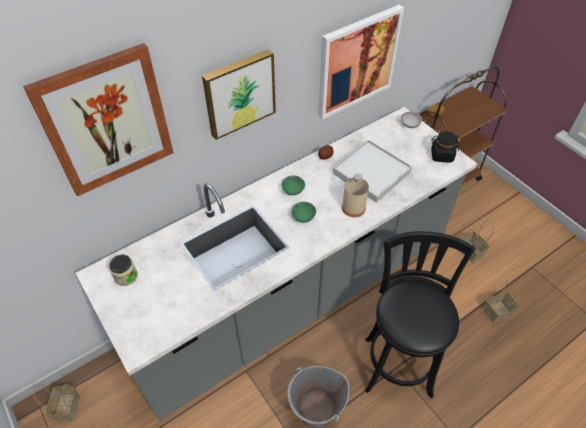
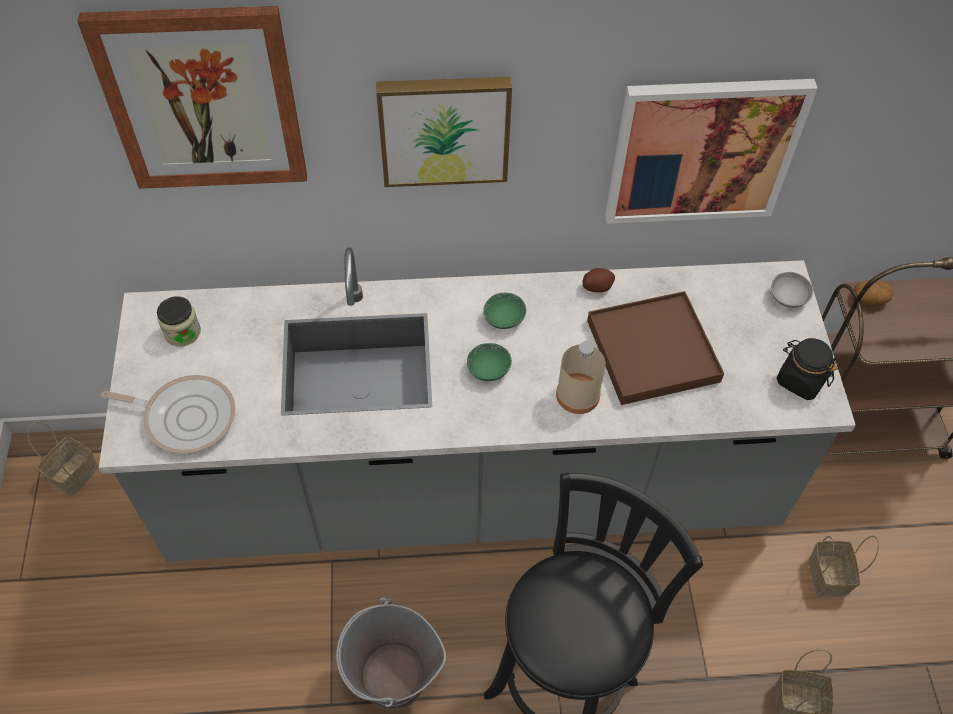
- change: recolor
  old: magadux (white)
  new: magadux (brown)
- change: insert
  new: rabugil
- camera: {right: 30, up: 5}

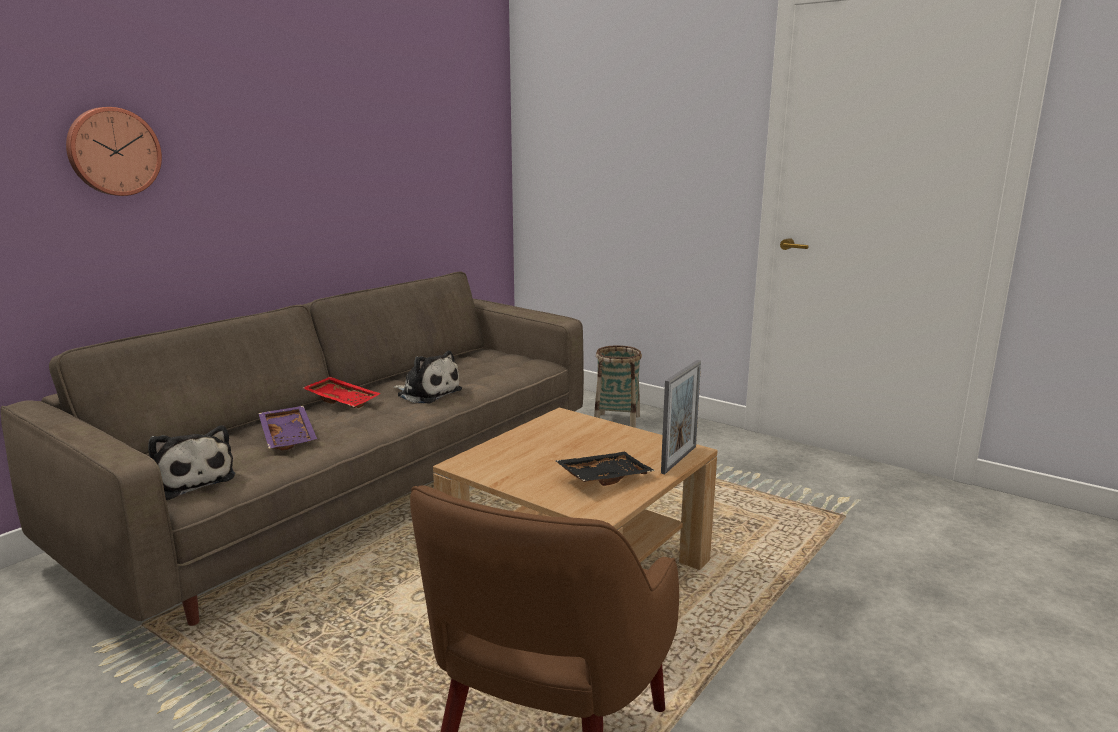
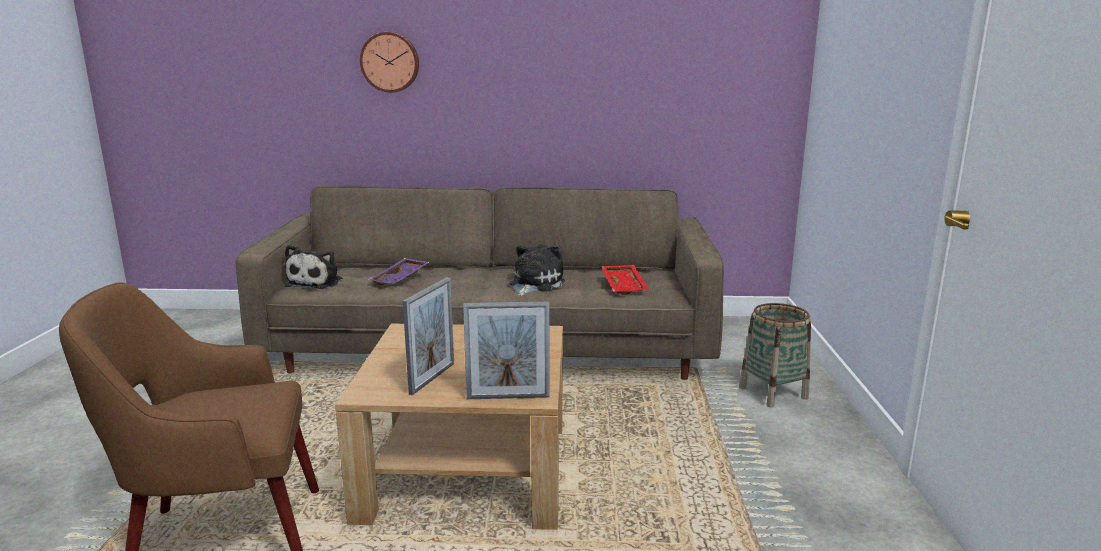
- change: rotate
  old: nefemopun (2nd from left)
  degrees: -150
- change: move
  old: magadux (red)
- change: replace
  old: magadux (black)
  new: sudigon (1st from left)
- camera: {right: 55, up: 0}

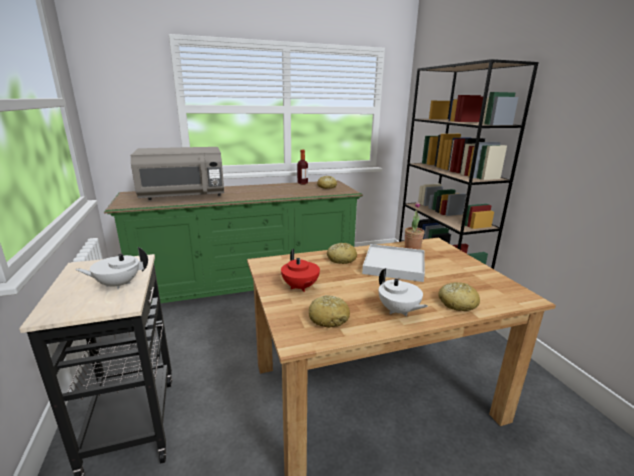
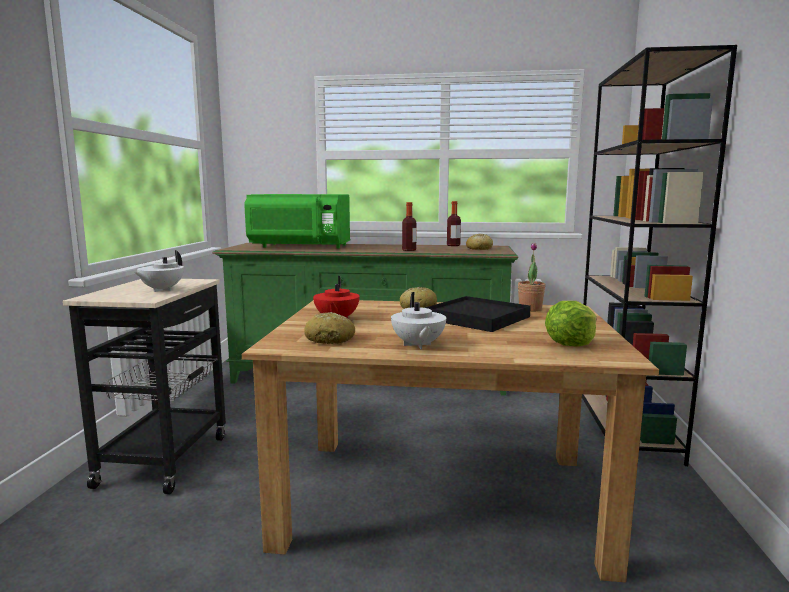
- change: recolor
  old: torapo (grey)
  new: torapo (green)
- change: recolor
  old: magadux (white)
  new: magadux (black)
- change: rotate
  old: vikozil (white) (1st from left)
  degrees: -75
- change: delete
  old: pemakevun (4th from left)
- change: insert
  new: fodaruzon (1st from left)
- change: insert
  new: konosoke
- camera: {right: 25, up: -10}

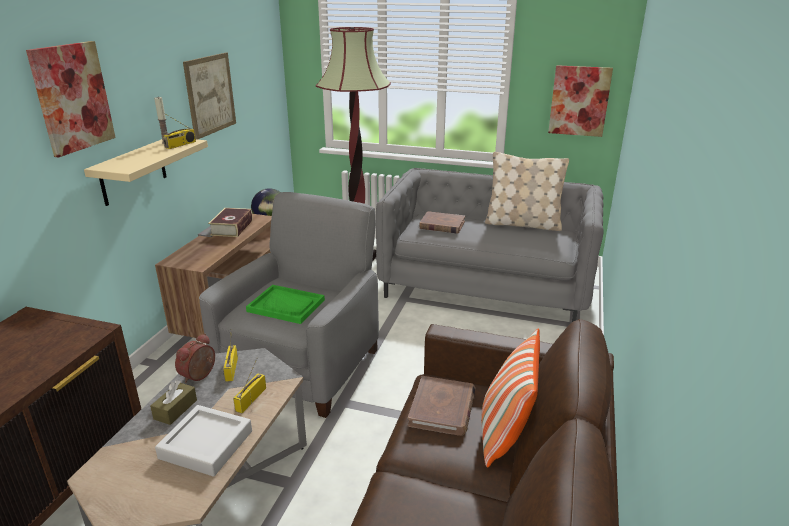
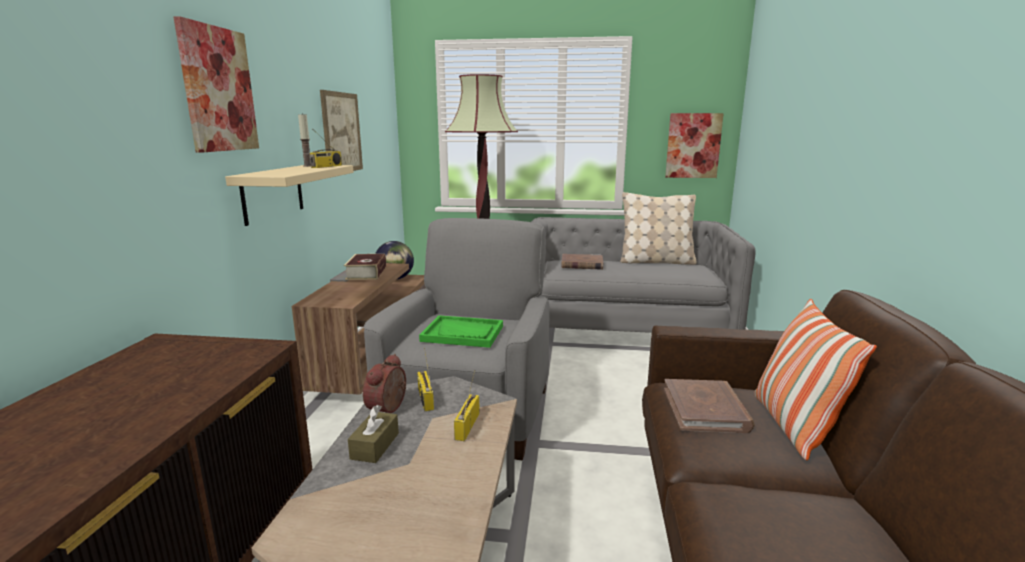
- change: delete
  old: magadux (grey)
- camera: {right: -10, up: -10}

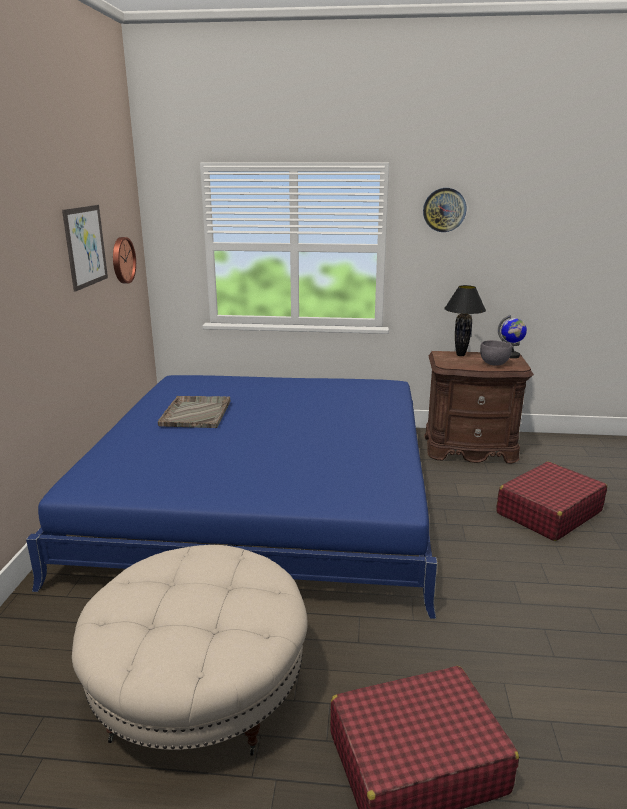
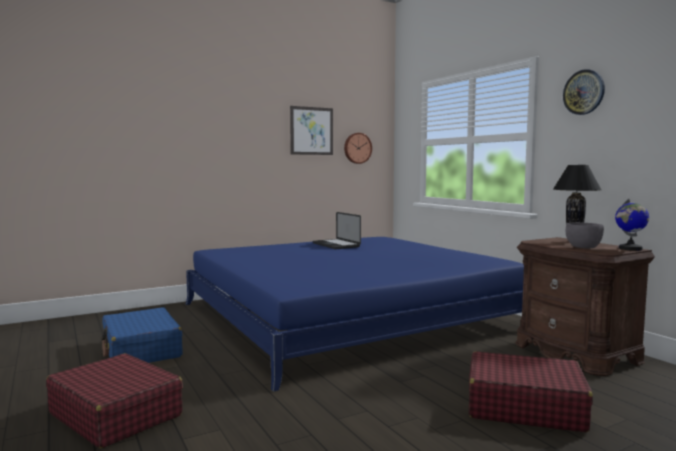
- change: replace
  old: magadux (grey)
  new: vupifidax
- change: replace
  old: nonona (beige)
  new: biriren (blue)
- camera: {right: 55, up: -15}

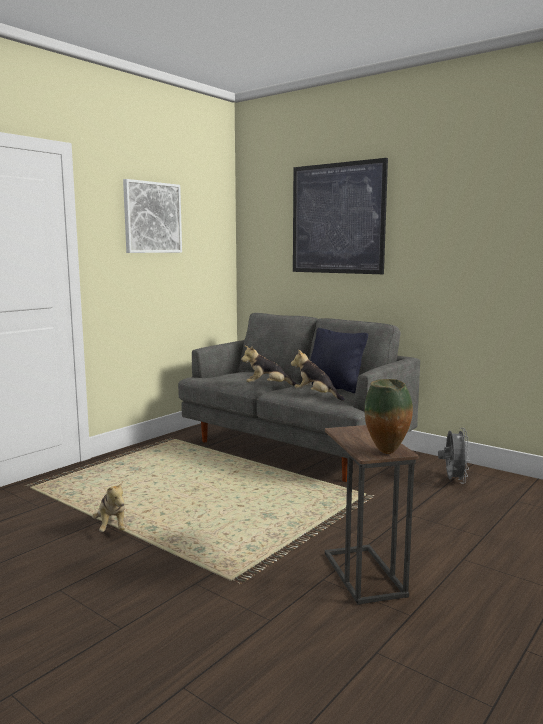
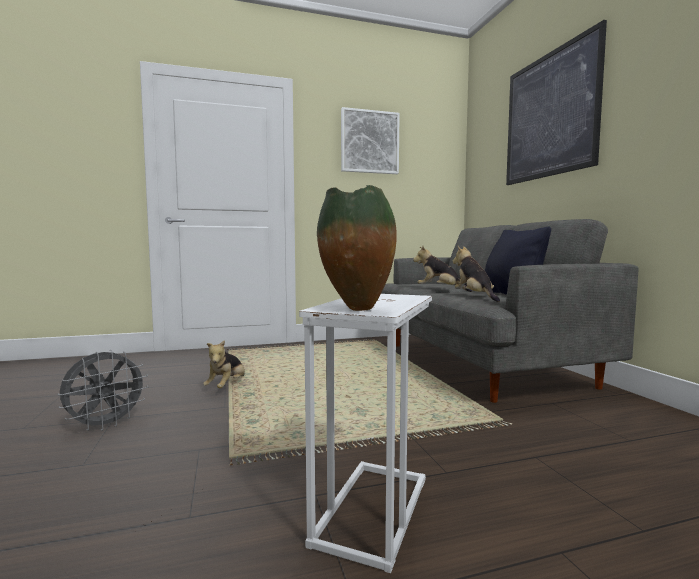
- change: recolor
  old: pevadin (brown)
  new: pevadin (white)
- change: move
  old: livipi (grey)
- camera: {right: 35, up: -5}

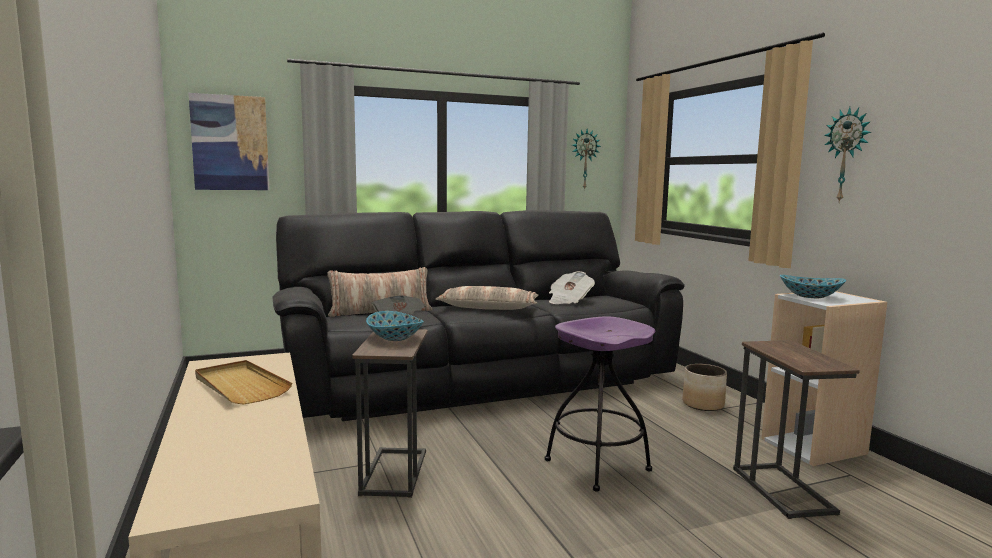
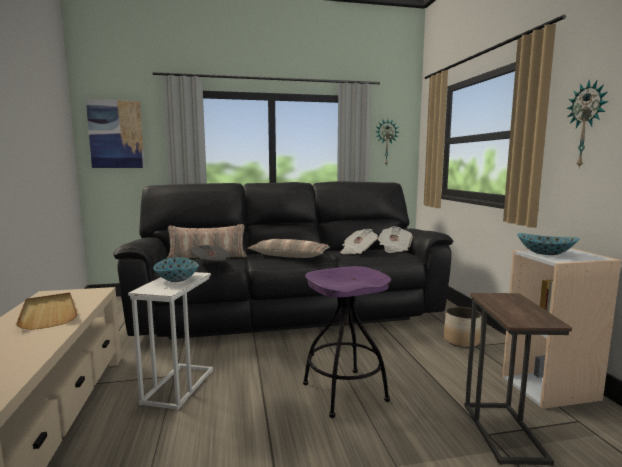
- change: recolor
  old: pevadin (brown) (1st from left)
  new: pevadin (white)
- change: insert
  new: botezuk (3rd from left)
- camera: {right: 10, up: 0}

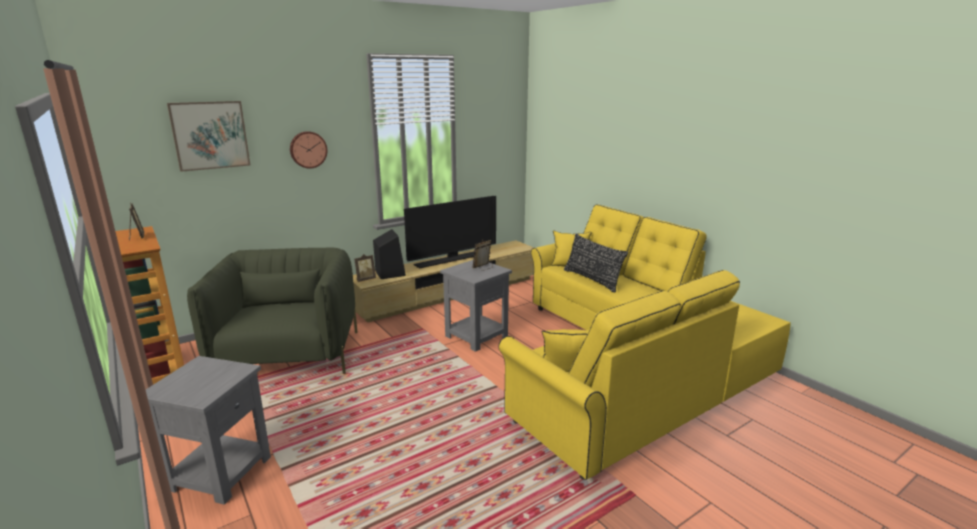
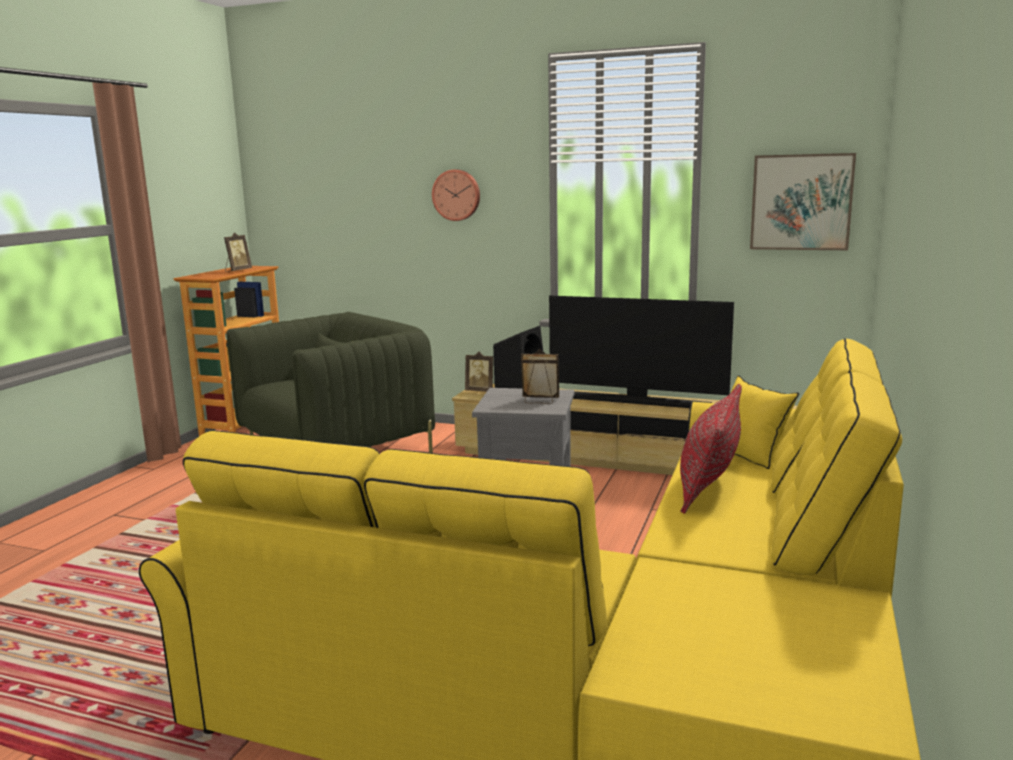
- change: move
  old: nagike
- change: recolor
  old: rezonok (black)
  new: rezonok (red)
- change: delete
  old: pevadin (grey) (1st from left)
- camera: {right: 55, up: -5}

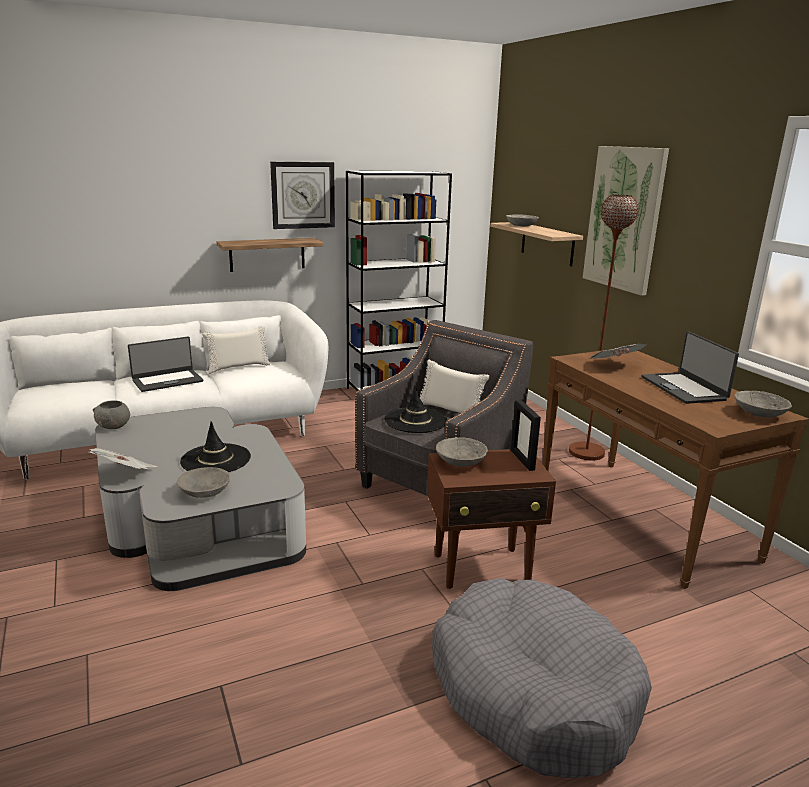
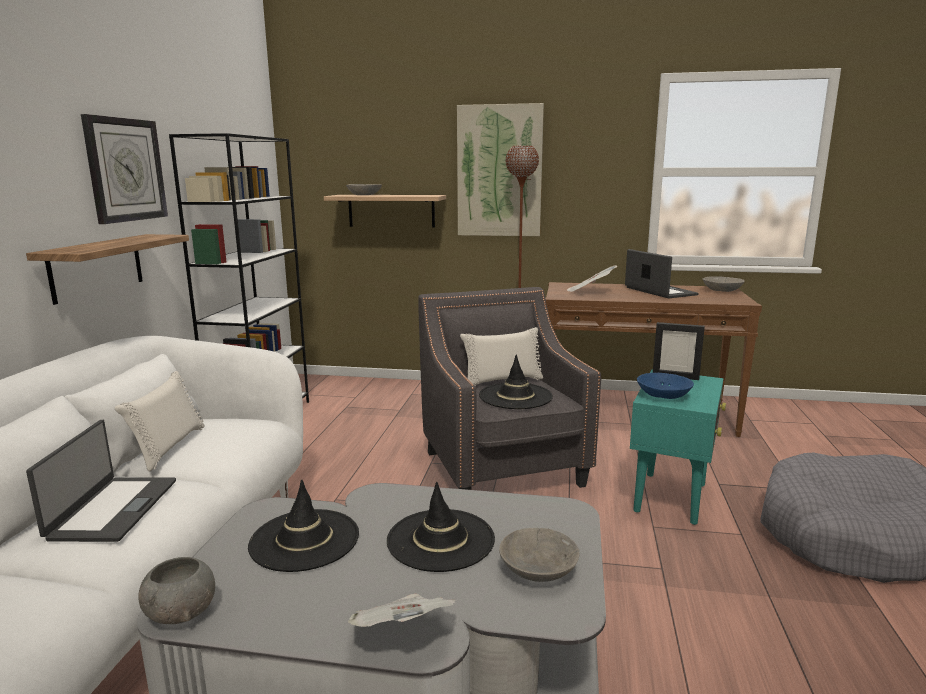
- change: rotate
  old: vupifidax (2nd from left)
  degrees: -135
- change: recolor
  old: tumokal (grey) (3rd from left)
  new: tumokal (blue)
- change: recolor
  old: pevadin (brown)
  new: pevadin (turquoise)
- change: insert
  new: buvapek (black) (1st from left)
- camera: {right: -55, up: -5}

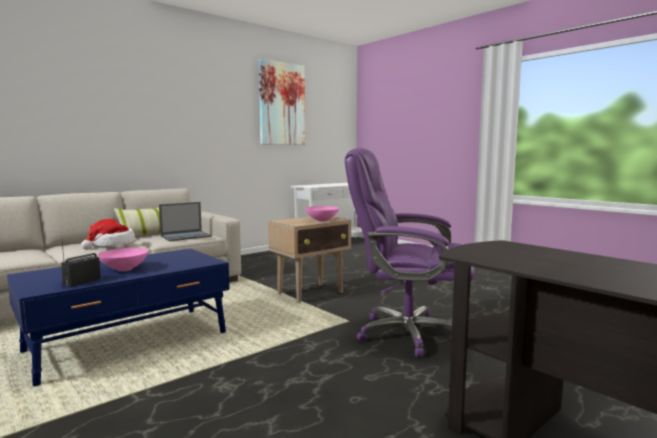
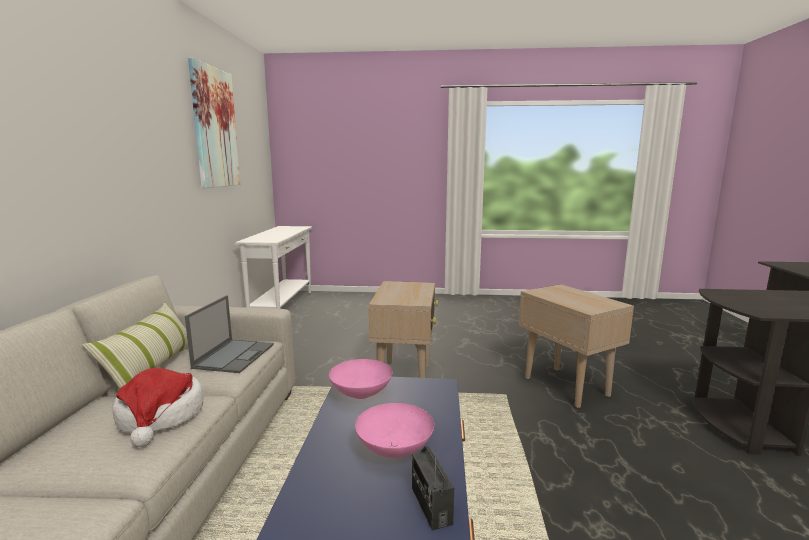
- change: replace
  old: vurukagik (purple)
  new: pevadin (beige) (2nd from left)
- change: move
  old: tumokal (pink) (2nd from left in the first image)
  new: tumokal (pink) (1st from left)
- camera: {right: -45, up: 5}

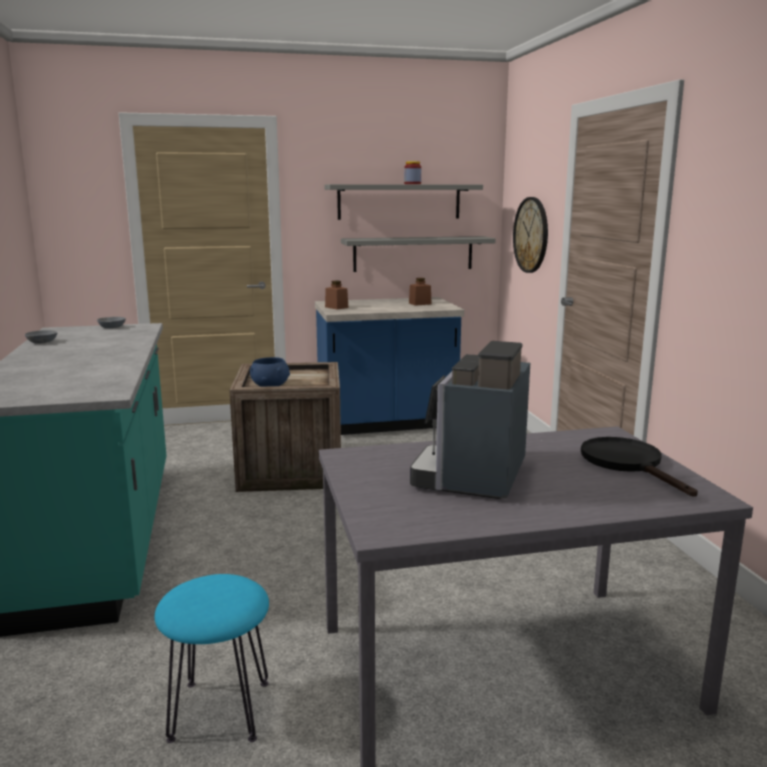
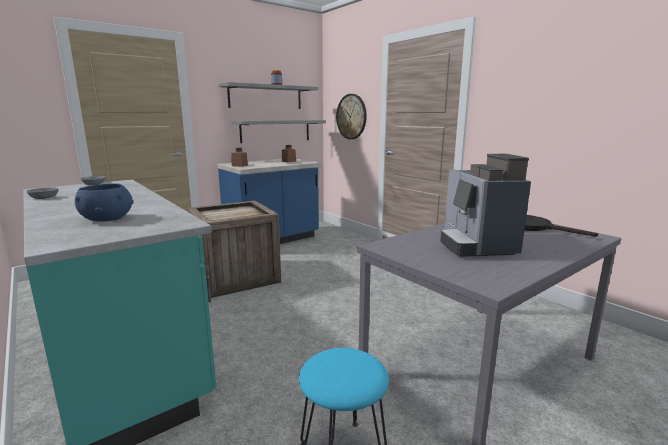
- change: move
  old: tumokal (blue)
- camera: {right: -25, up: 0}

